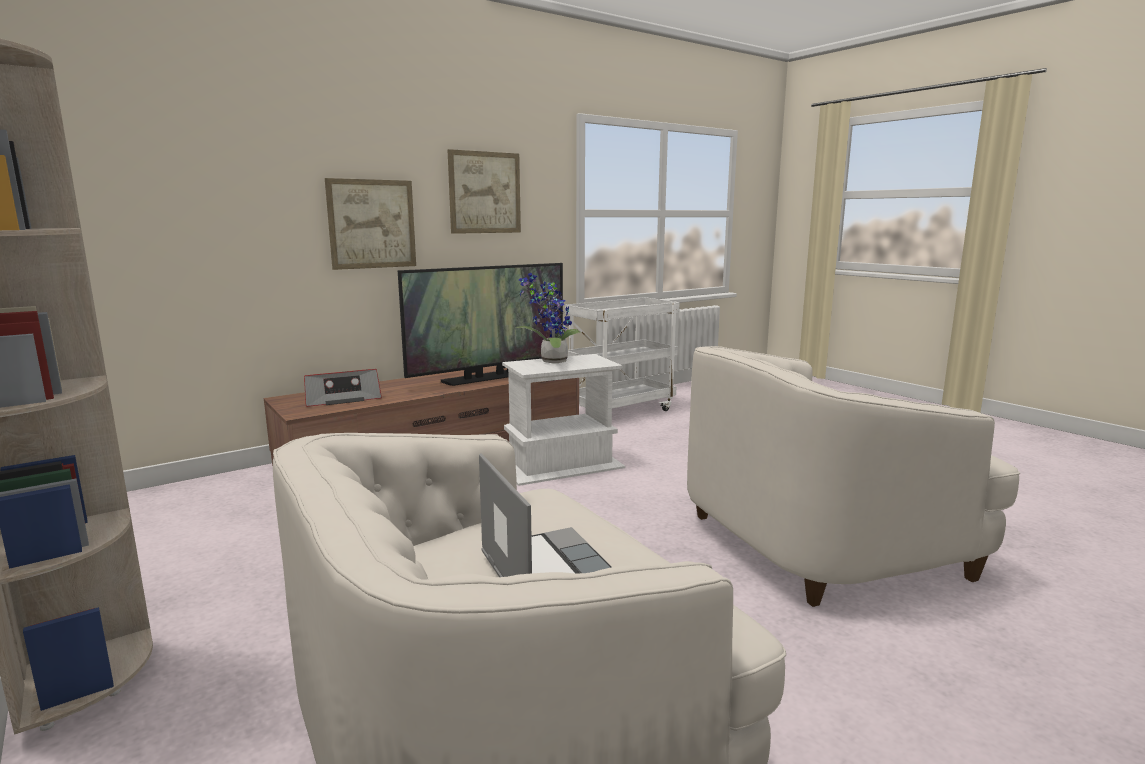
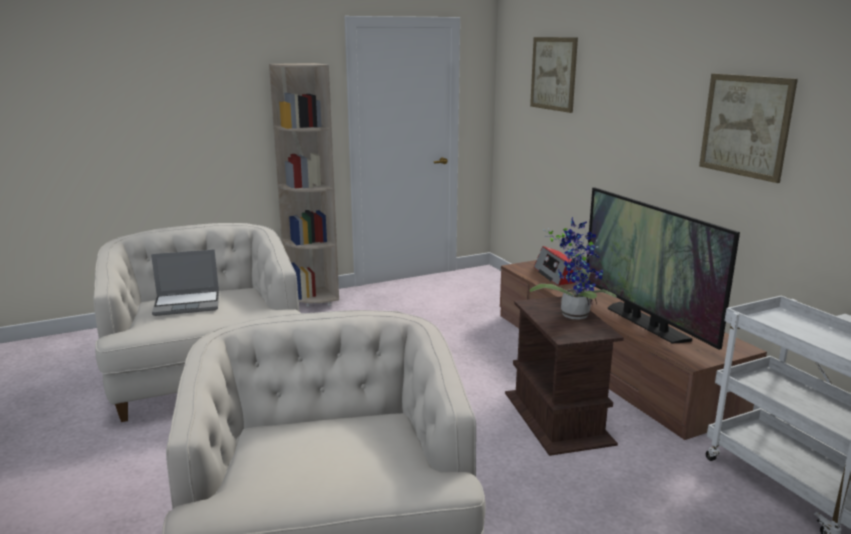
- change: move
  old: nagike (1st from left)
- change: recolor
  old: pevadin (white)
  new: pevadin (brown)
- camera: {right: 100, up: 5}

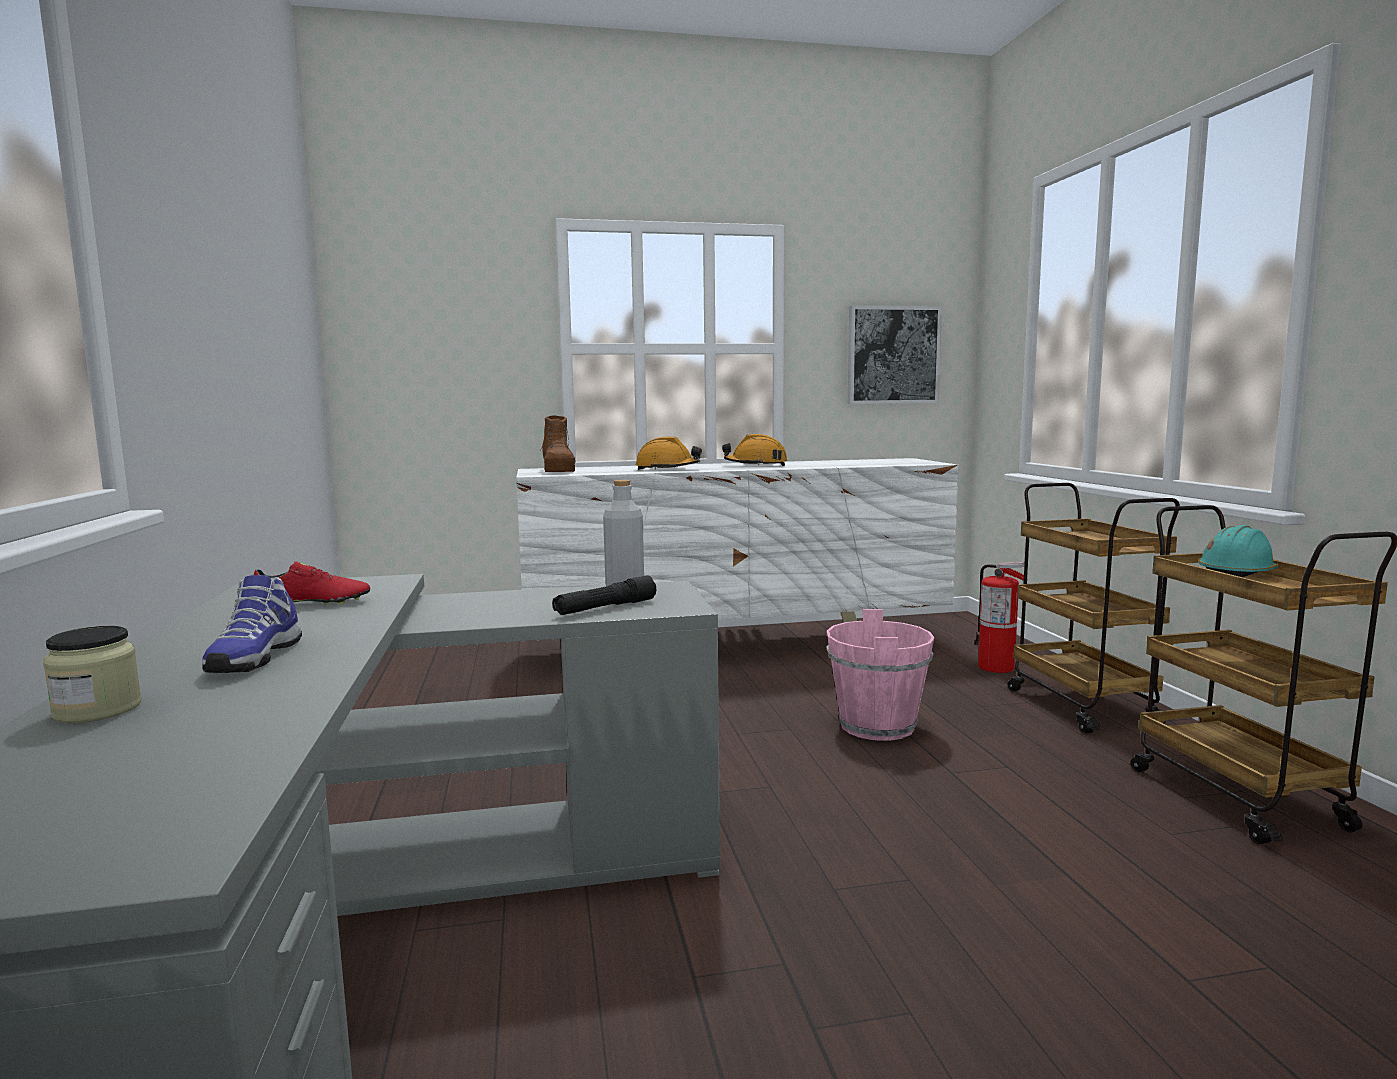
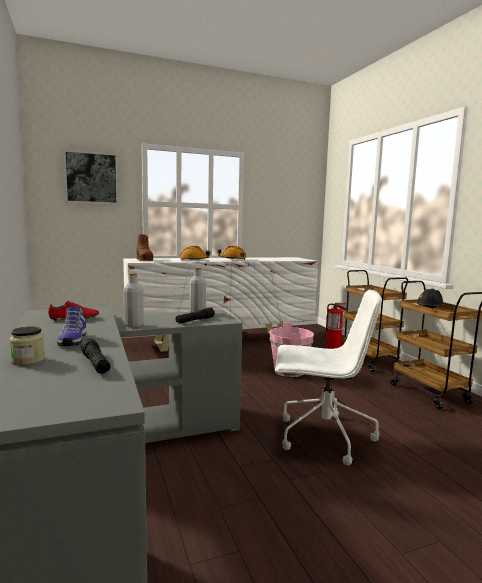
- change: move
  old: nagike
- change: recolor
  old: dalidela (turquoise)
  new: dalidela (black)
- change: insert
  new: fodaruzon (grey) (1st from left)
- change: insert
  new: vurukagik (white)
- change: insert
  new: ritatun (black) (1st from left)
- camera: {right: -10, up: 0}

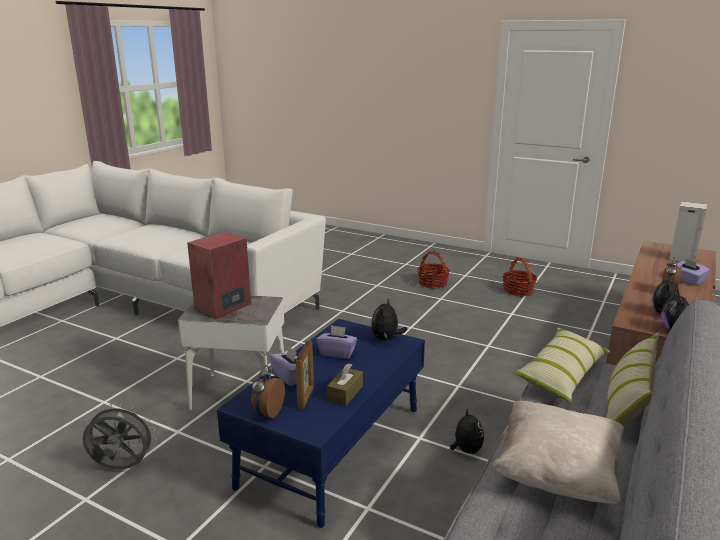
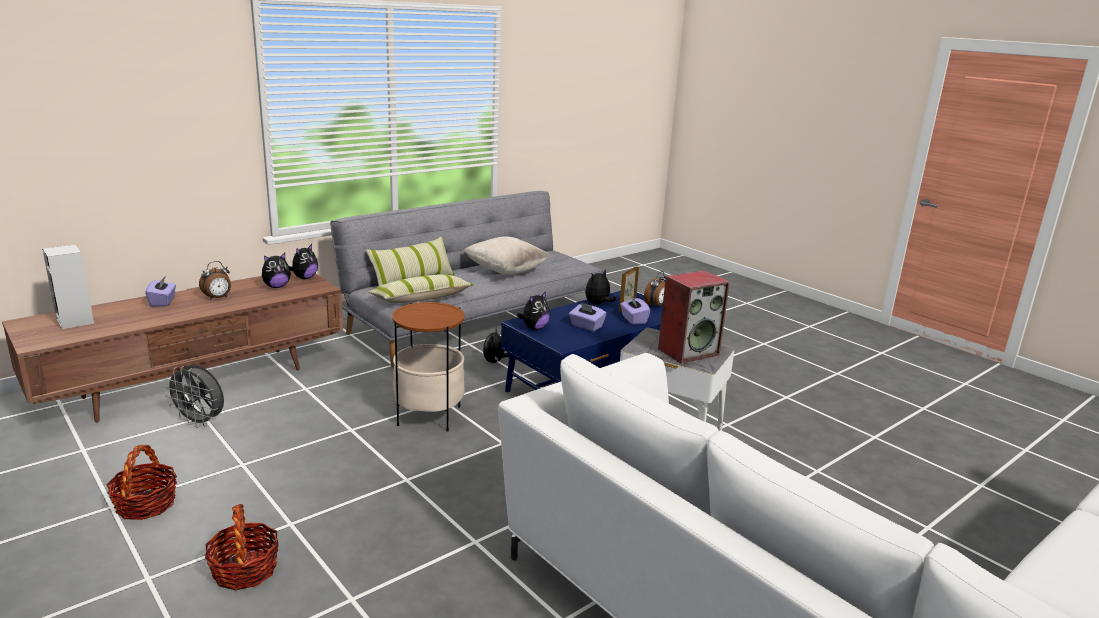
- change: replace
  old: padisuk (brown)
  new: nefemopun (5th from left)
- change: move
  old: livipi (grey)
- change: insert
  new: pevadin (1st from left)
- camera: {right: -160, up: 0}

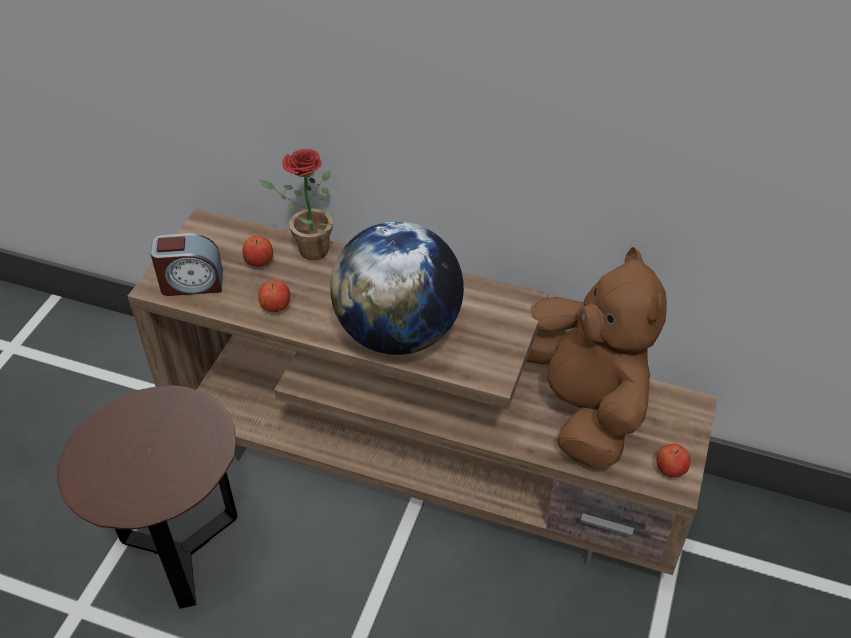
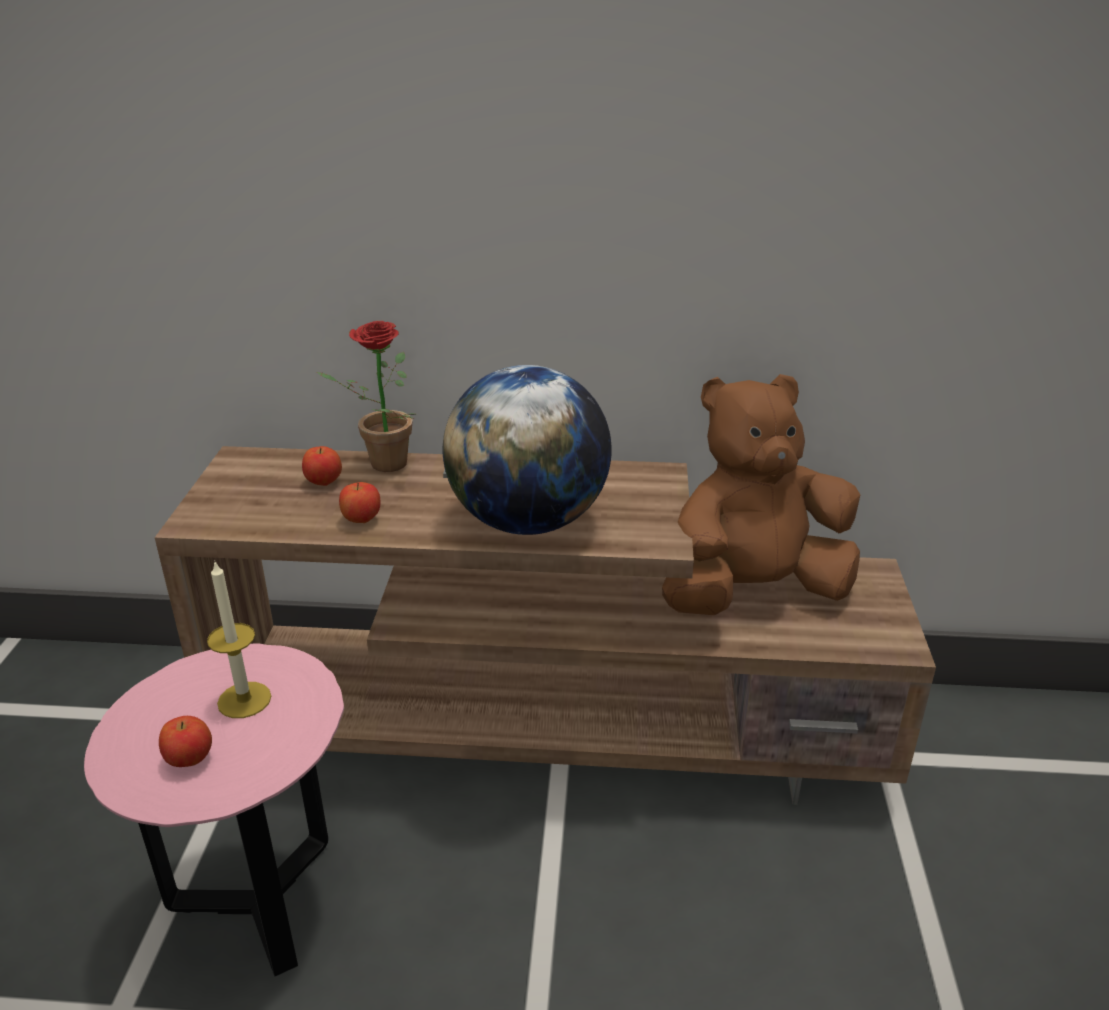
- change: delete
  old: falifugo
- change: rotate
  old: nefemopun (brown)
  degrees: -75
- change: recolor
  old: pevadin (brown)
  new: pevadin (pink)
- change: move
  old: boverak (3rd from left in the first image)
  new: boverak (1st from left)
- change: insert
  new: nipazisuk
- camera: {right: -15, up: -15}

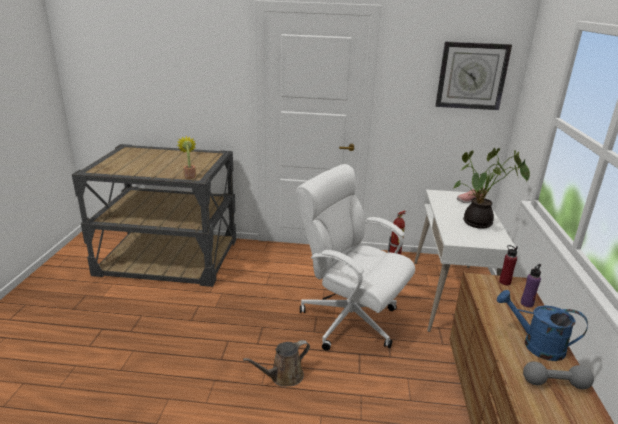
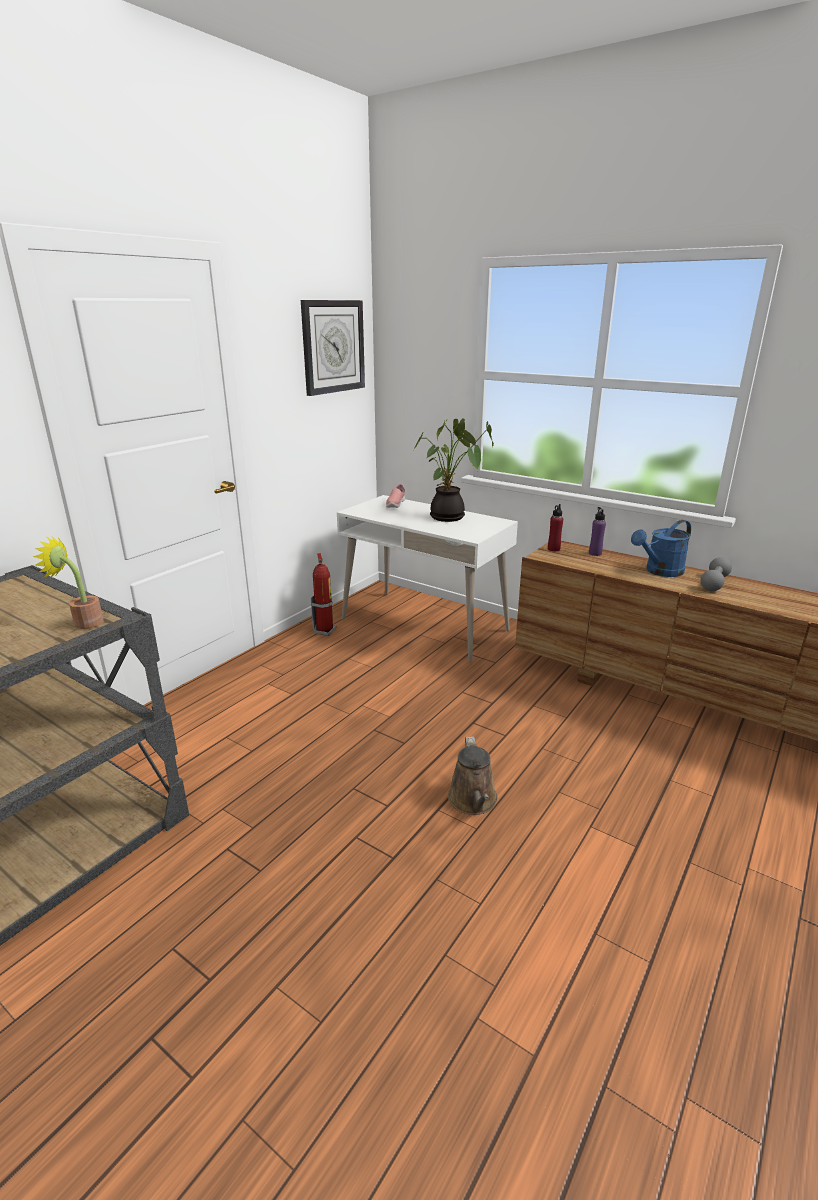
- change: delete
  old: vurukagik (white)
- camera: {right: -60, up: 0}

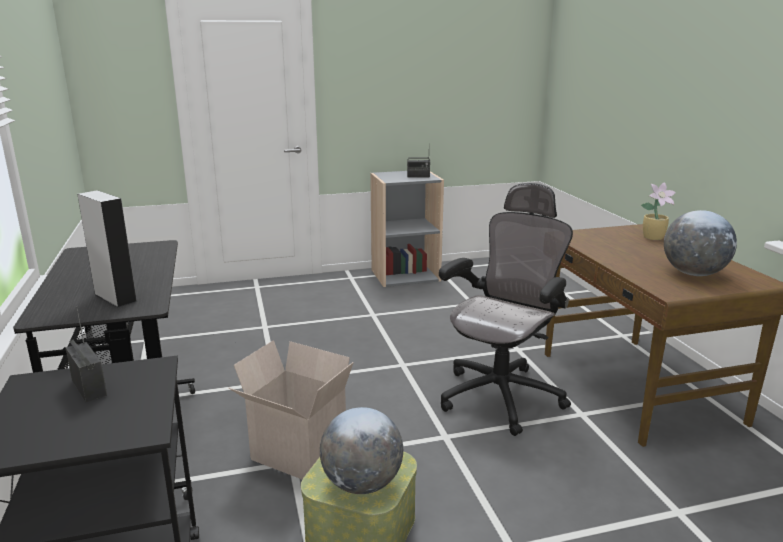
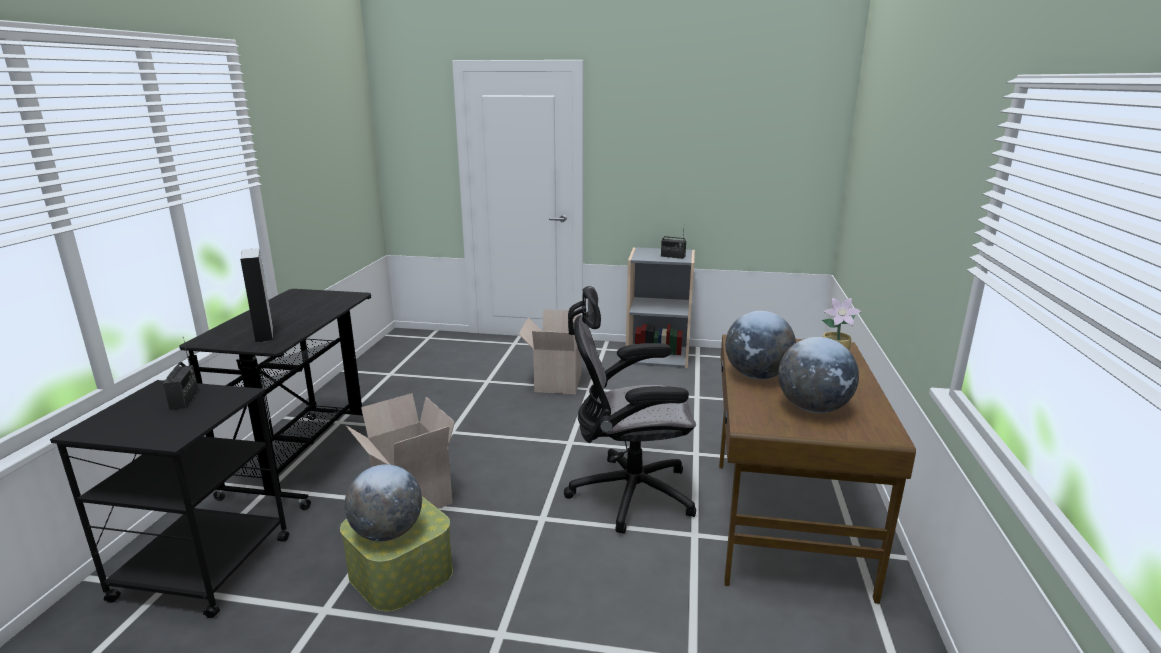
- change: rotate
  old: vurukagik
  degrees: -150
- change: insert
  new: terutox (2nd from left)
- change: insert
  new: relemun (2nd from left)
- camera: {right: 25, up: 0}

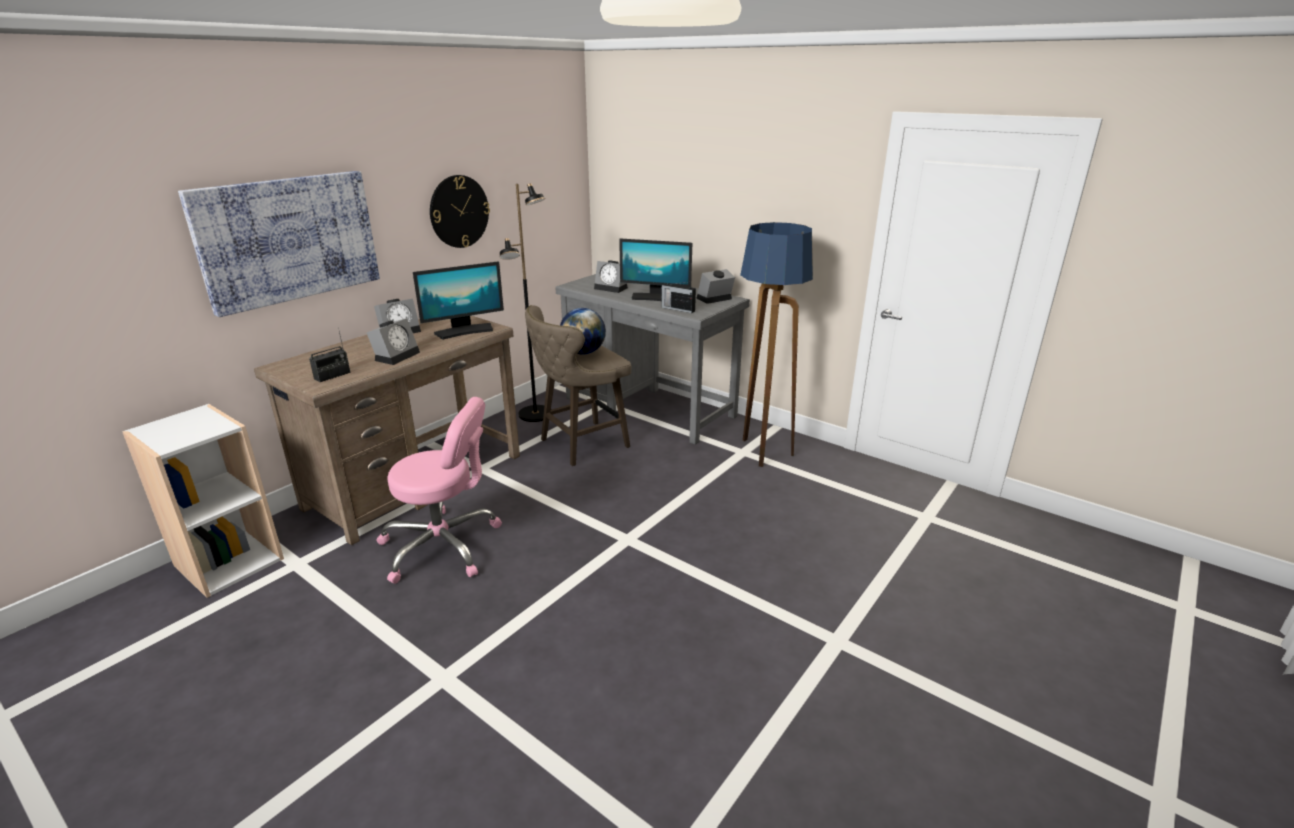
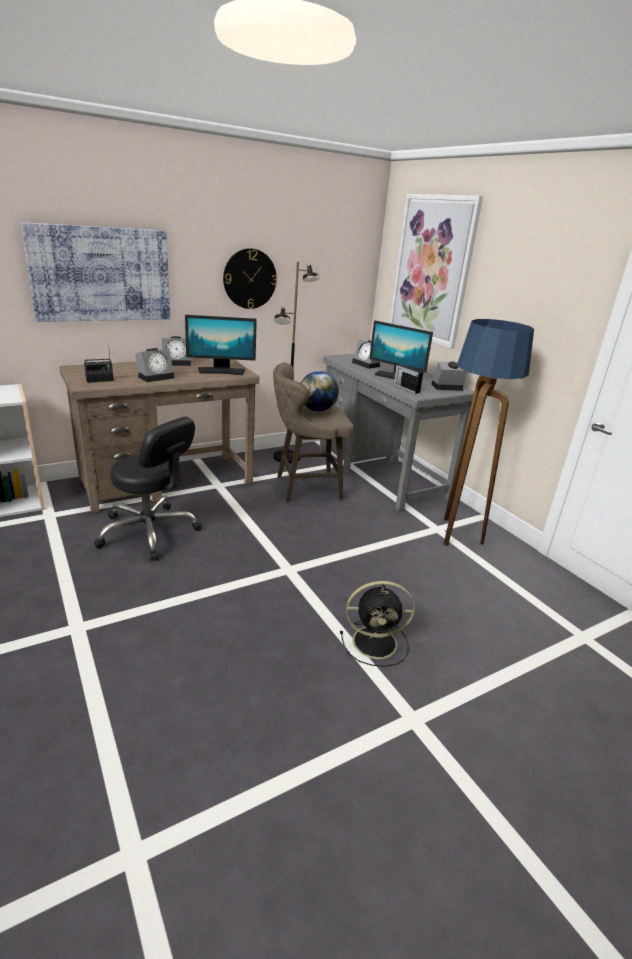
- change: recolor
  old: vurukagik (pink)
  new: vurukagik (black)
- change: insert
  new: nagike (2nd from left)
- change: insert
  new: livipi (black)
- camera: {right: 20, up: 0}

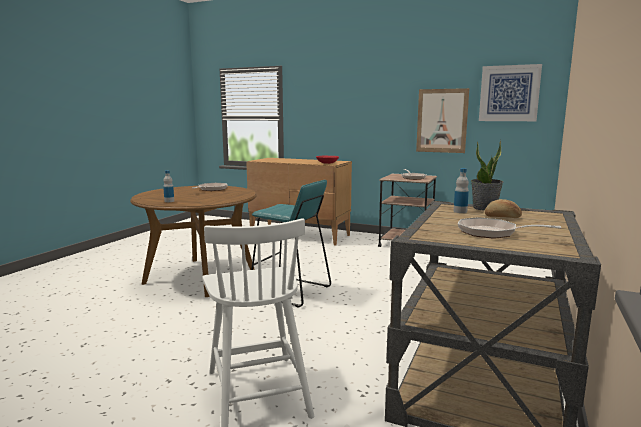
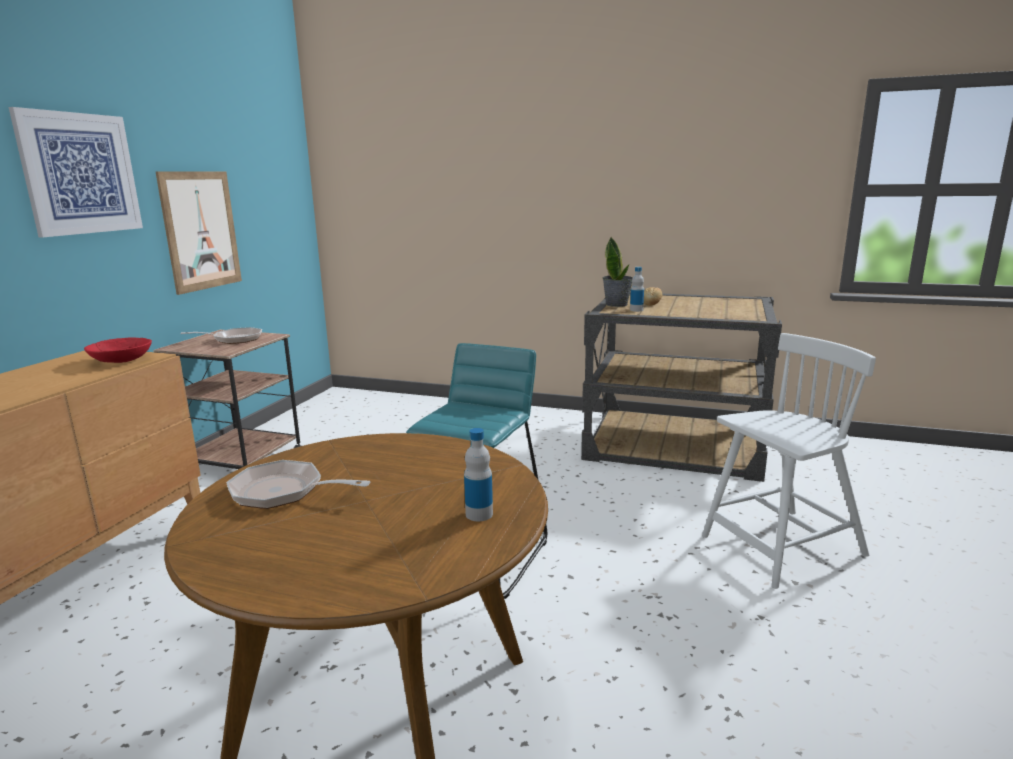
- change: move
  old: nagike (2nd from left in the first image)
  new: nagike (1st from left)
- change: delete
  old: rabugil (3rd from left)
- camera: {right: -95, up: 5}

